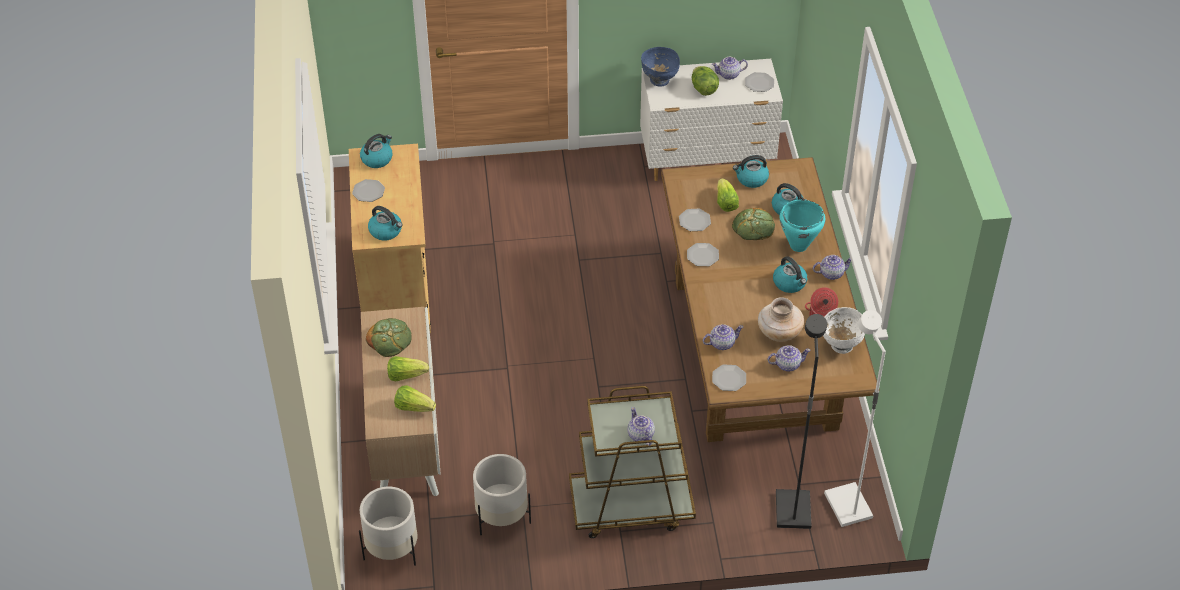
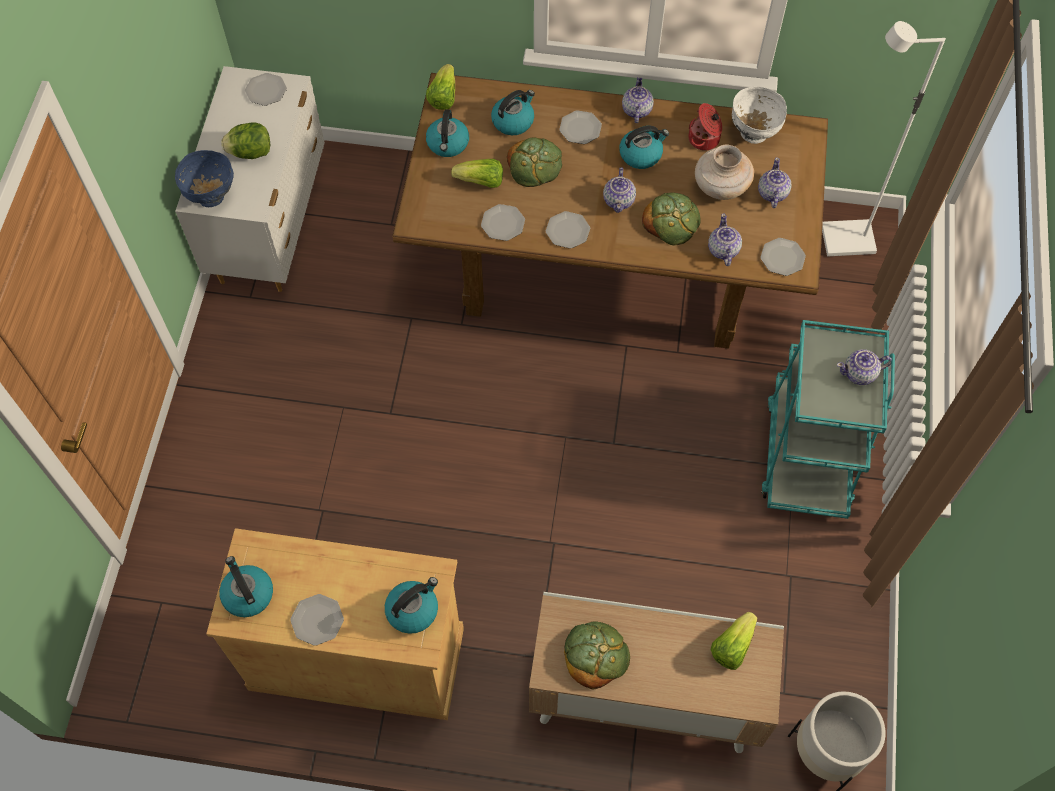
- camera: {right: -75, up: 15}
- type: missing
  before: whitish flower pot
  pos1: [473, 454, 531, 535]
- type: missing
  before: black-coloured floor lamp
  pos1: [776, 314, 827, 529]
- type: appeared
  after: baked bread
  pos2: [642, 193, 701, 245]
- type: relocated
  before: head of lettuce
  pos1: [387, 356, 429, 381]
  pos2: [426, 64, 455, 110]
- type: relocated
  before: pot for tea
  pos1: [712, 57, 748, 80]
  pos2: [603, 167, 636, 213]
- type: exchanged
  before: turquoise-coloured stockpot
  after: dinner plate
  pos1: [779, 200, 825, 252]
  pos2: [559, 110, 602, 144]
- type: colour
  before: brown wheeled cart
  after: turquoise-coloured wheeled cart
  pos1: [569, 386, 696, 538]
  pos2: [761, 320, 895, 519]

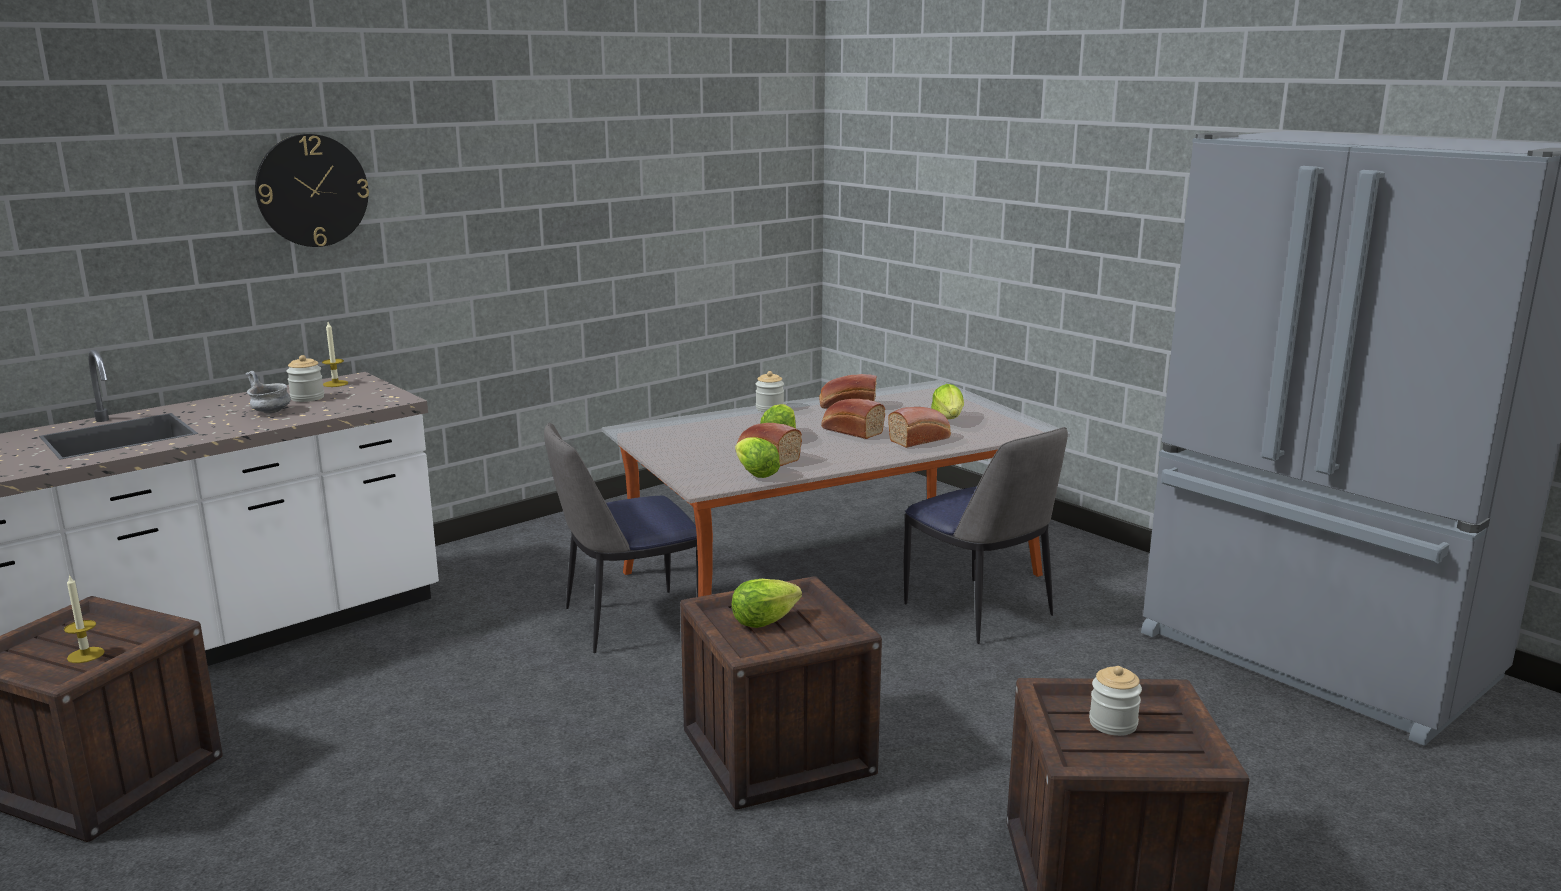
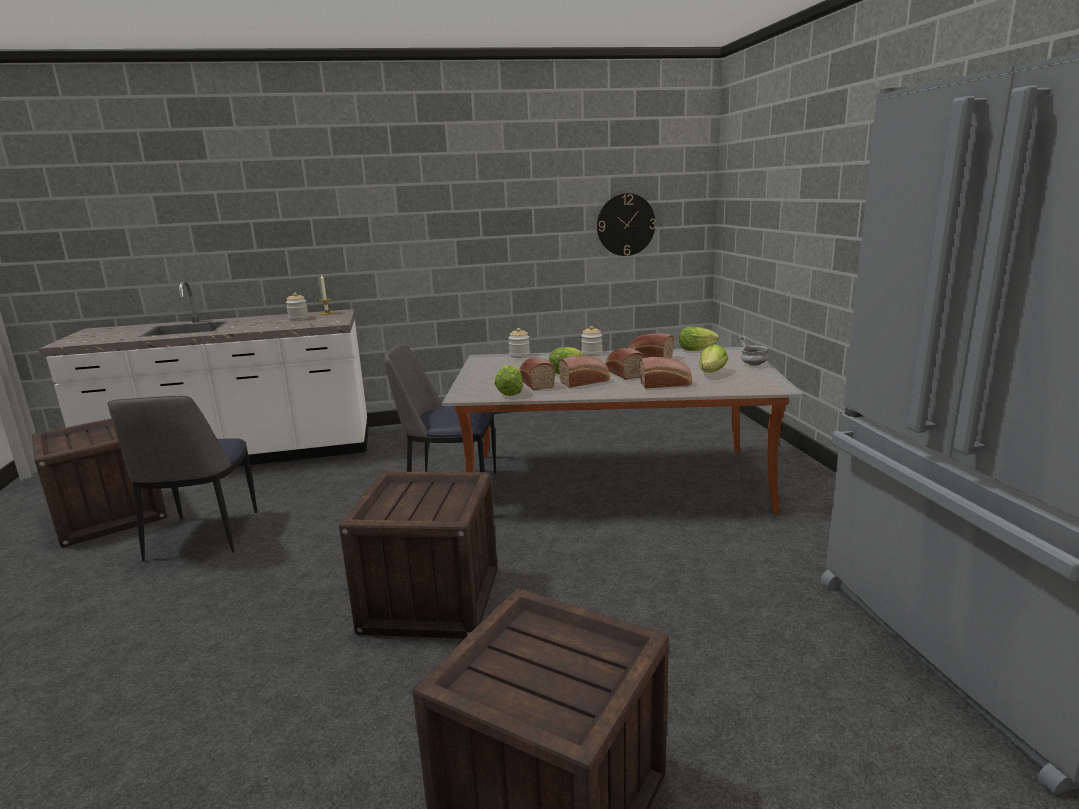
- camera: {right: 30, up: 0}
- type: missing
  before: candle
  pos1: [64, 574, 105, 663]
- type: appeared
  after: baked bread
  pos2: [558, 356, 610, 388]
- type: relocated
  before: grey serving bowl
  pos1: [245, 371, 291, 414]
  pos2: [738, 336, 768, 366]
- type: relocated
  before: hanging clock
  pos1: [255, 134, 369, 247]
  pos2: [597, 193, 656, 256]
- type: relocated
  before: head of lettuce
  pos1: [732, 579, 802, 628]
  pos2: [679, 327, 719, 351]
- type: relocated
  before: upright chair
  pos1: [904, 427, 1068, 644]
  pos2: [108, 395, 257, 561]
- type: relocated
  before: preserve jar
  pos1: [1089, 666, 1142, 736]
  pos2: [509, 328, 530, 358]

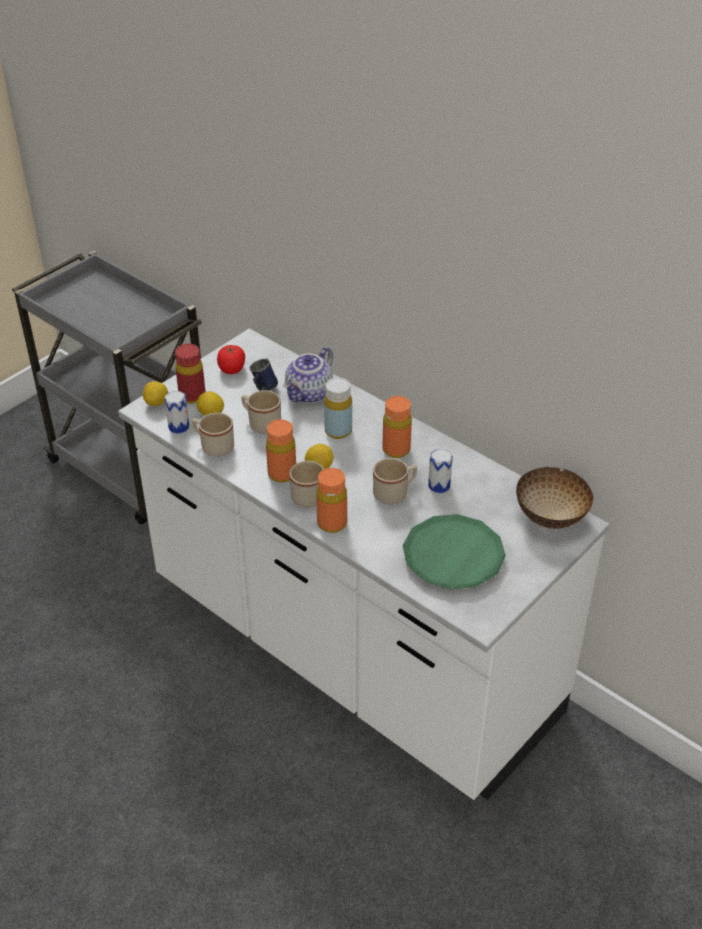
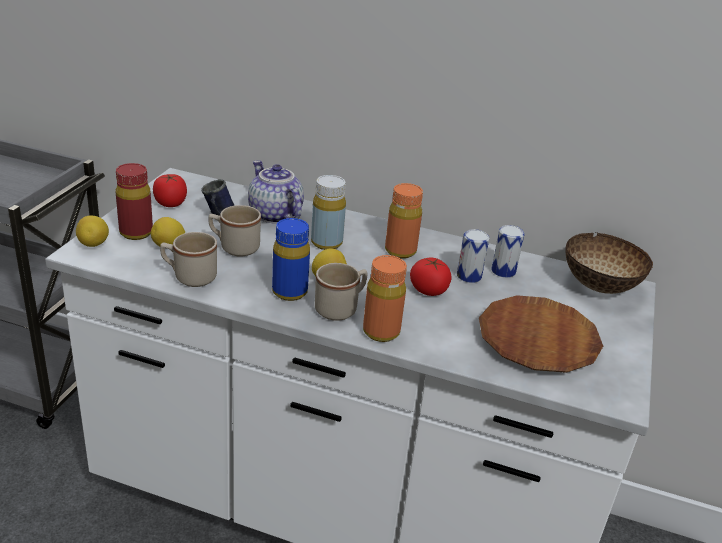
- camera: {right: -25, up: -10}
- type: relocated
  before: can
  pos1: [165, 391, 189, 434]
  pos2: [491, 225, 525, 278]
- type: exchanged
  before: beige mug
  after: whole tomato
  pos1: [373, 458, 417, 505]
  pos2: [410, 257, 451, 296]
- type: colour
  before: orangey bottle
  after: blue-coloured bottle
  pos1: [266, 419, 296, 483]
  pos2: [272, 218, 310, 301]
- type: colour
  before: greenish dinner plate
  after: brown dinner plate
  pos1: [403, 514, 506, 589]
  pos2: [479, 295, 603, 373]
- type: spun
  before: pot for tea
  pos1: [283, 347, 333, 403]
  pos2: [248, 160, 304, 224]
  turn: 135

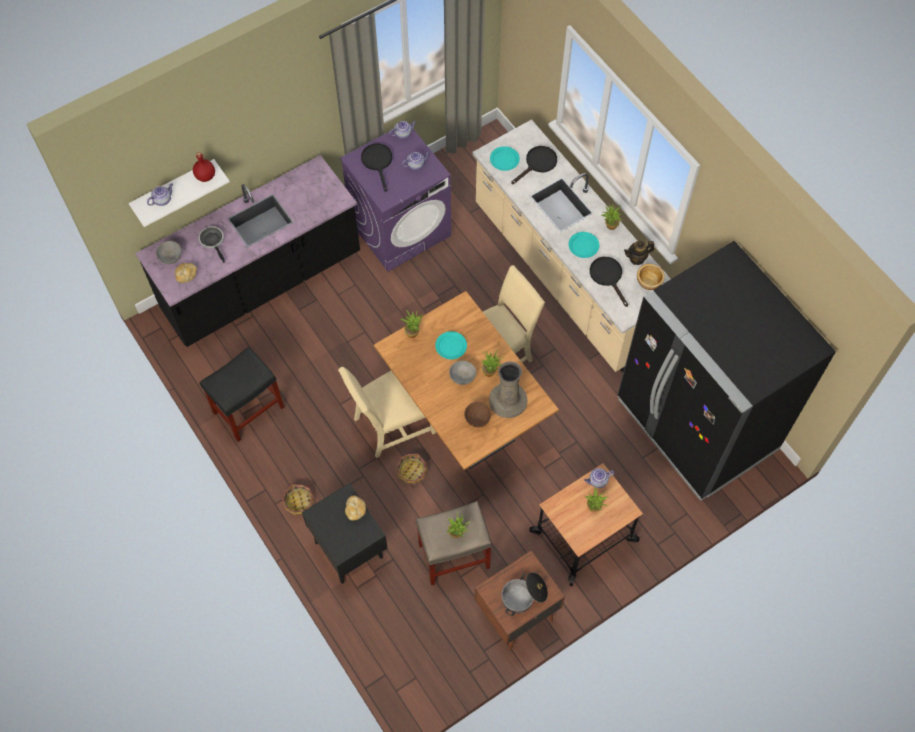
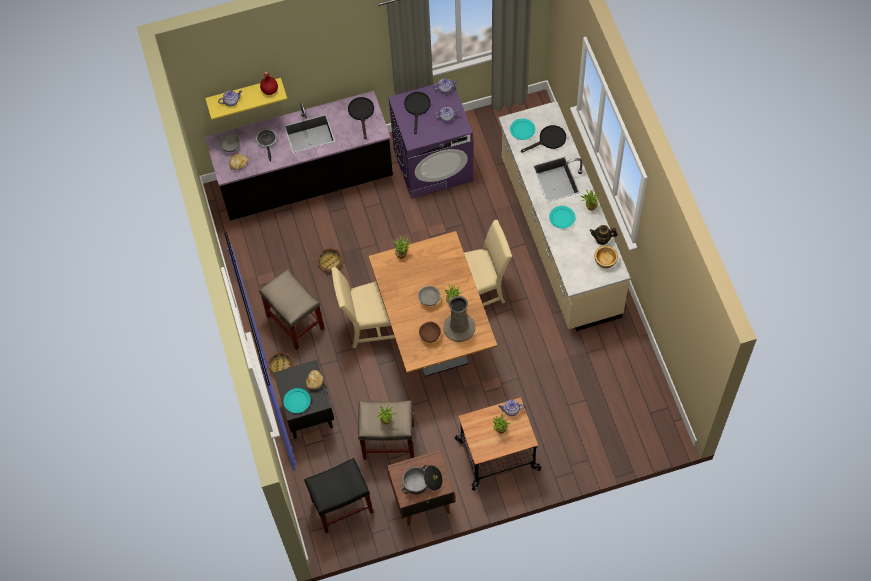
- camera: {right: 20, up: 0}
- type: missing
  before: black-coloured refrigerator
  pos1: [617, 241, 836, 501]
- type: appeared
  after: beige stool seat
  pos2: [259, 269, 325, 350]
- type: relocated
  before: black-coloured stool seat
  pos1: [199, 347, 284, 442]
  pos2: [304, 458, 373, 533]
- type: relocated
  before: basket
  pos1: [396, 454, 428, 488]
  pos2: [317, 248, 342, 275]
- type: relocated
  before: turquoise-coloured dinner plate
  pos1: [435, 331, 467, 359]
  pos2: [284, 388, 311, 413]
- type: relocated
  before: black-coloured frying pan
  pos1: [590, 257, 628, 307]
  pos2: [348, 97, 374, 139]
- type: colour
  before: whitish bracket shelf
  after: yellowish bracket shelf
  pos1: [129, 159, 230, 227]
  pos2: [205, 78, 287, 120]

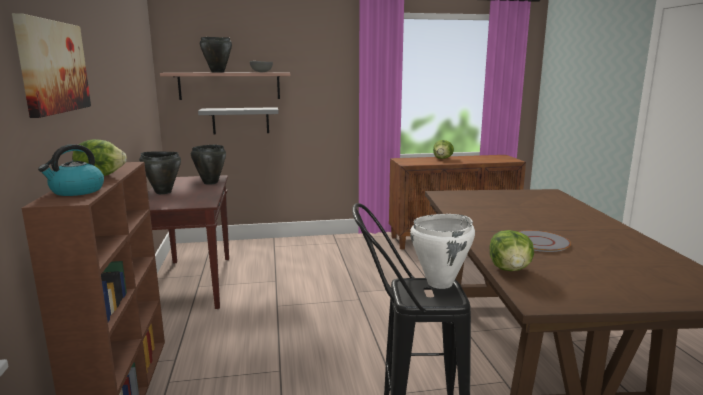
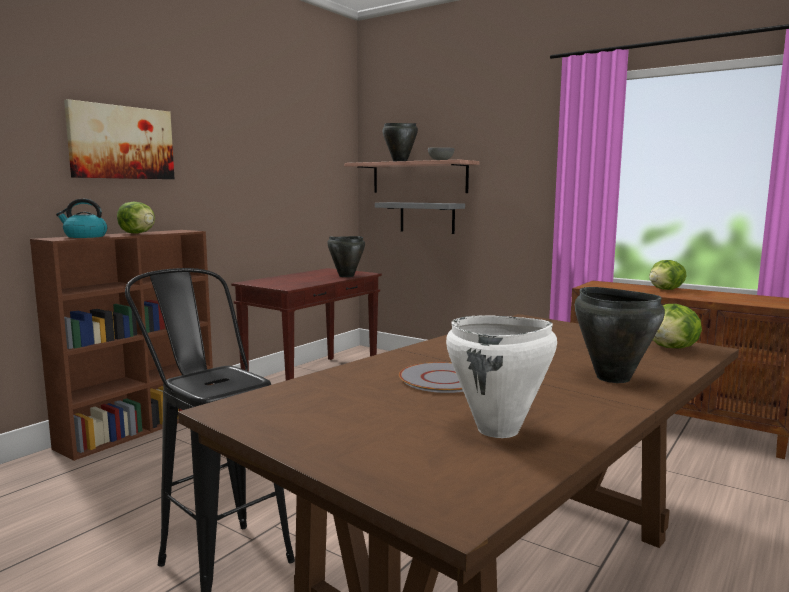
- camera: {right: 45, up: -5}
- type: relocated
  before: black-coloured stockpot
  pos1: [139, 152, 181, 194]
  pos2: [575, 287, 665, 383]
- type: relocated
  before: whitish stockpot
  pos1: [410, 214, 475, 289]
  pos2: [446, 315, 557, 438]
- type: relocated
  before: head of lettuce
  pos1: [489, 230, 534, 271]
  pos2: [653, 304, 702, 348]

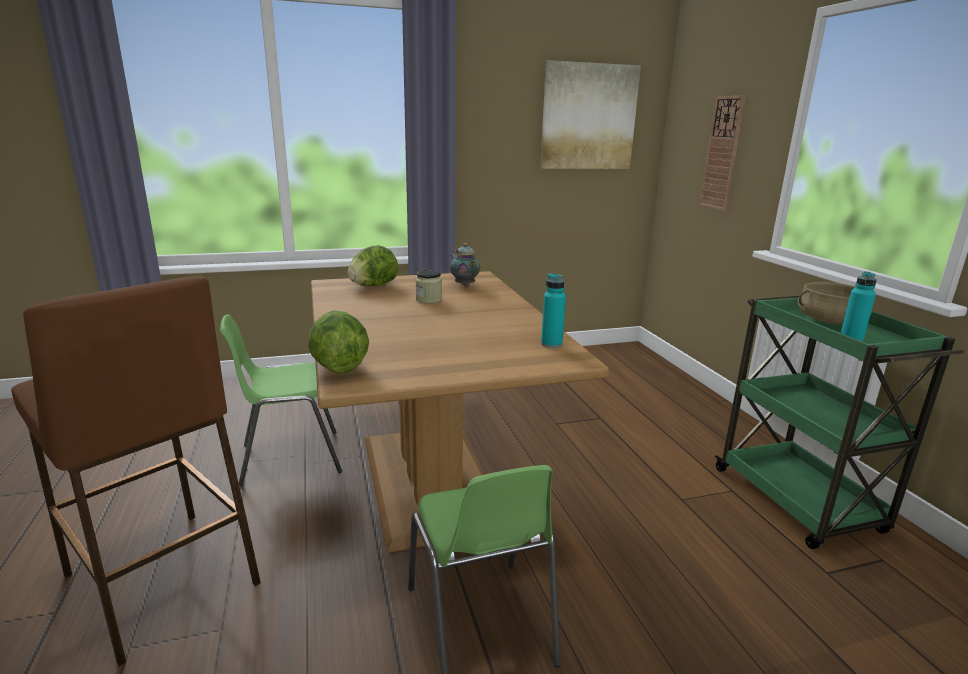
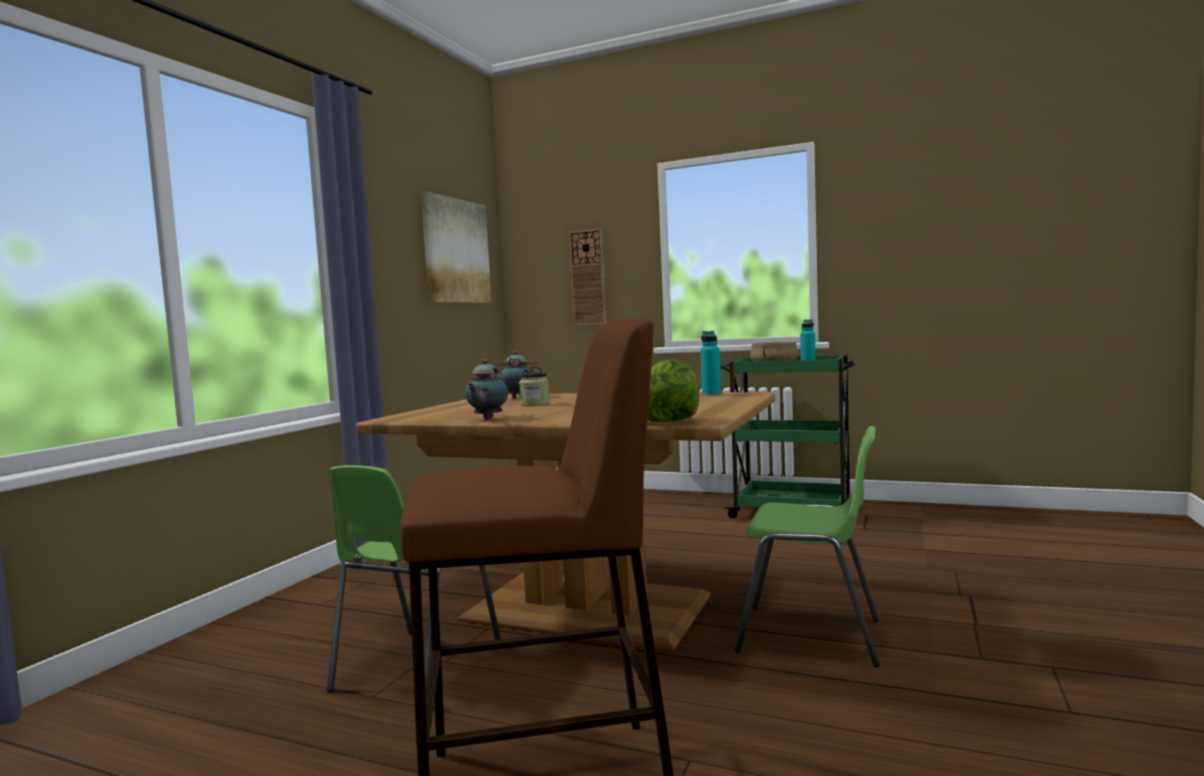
- camera: {right: -50, up: -15}
- type: missing
  before: head of lettuce
  pos1: [348, 245, 399, 286]
- type: appeared
  after: pot for tea
  pos2: [465, 359, 508, 419]

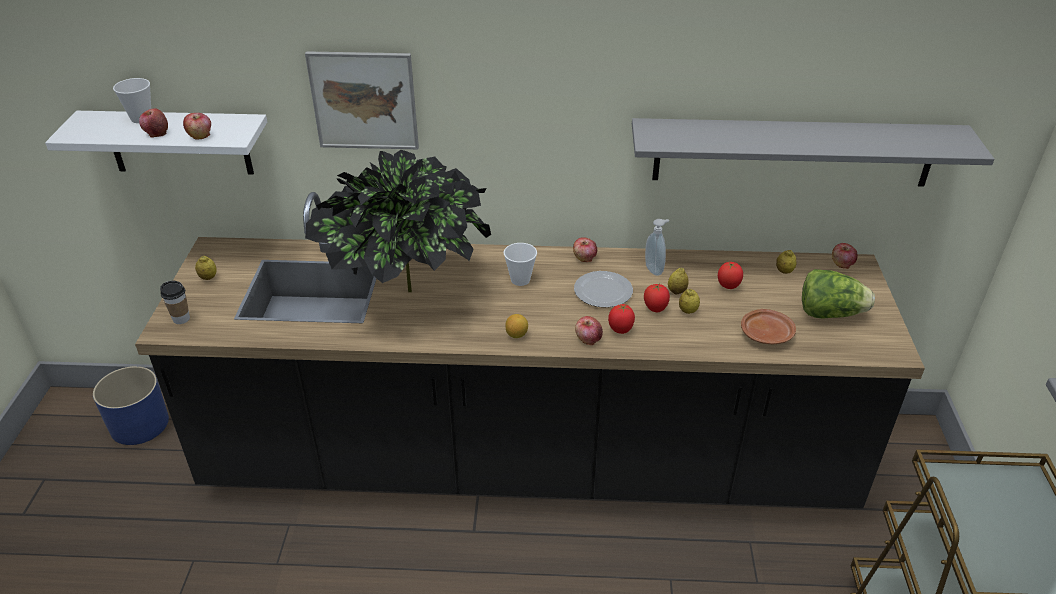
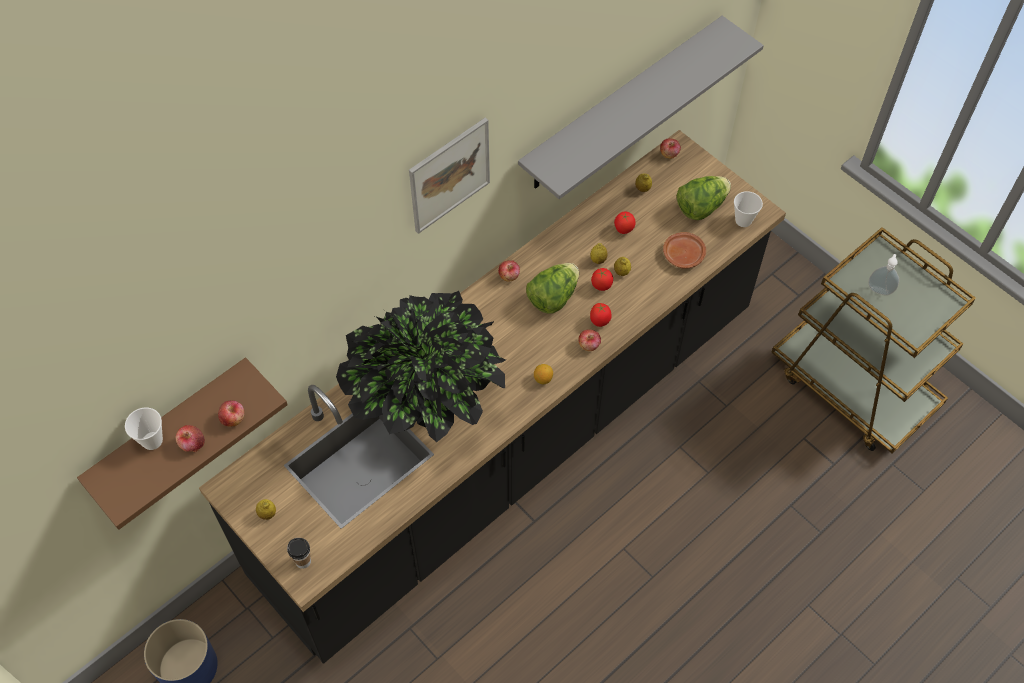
- camera: {right: -45, up: 20}
- type: relocated
  before: picture
  pos1: [305, 51, 419, 149]
  pos2: [409, 118, 490, 234]
- type: relocated
  before: drinking cup
  pos1: [504, 243, 537, 286]
  pos2: [734, 191, 763, 227]
- type: relocated
  before: soap dispenser
  pos1: [645, 219, 669, 276]
  pos2: [868, 254, 899, 295]
- type: exchanged
  before: dinner plate
  after: head of lettuce
  pos1: [574, 271, 633, 308]
  pos2: [526, 263, 579, 314]
- type: colour
  before: whitish bracket shelf
  after: brown bracket shelf
  pos1: [45, 111, 267, 174]
  pos2: [77, 357, 288, 530]

